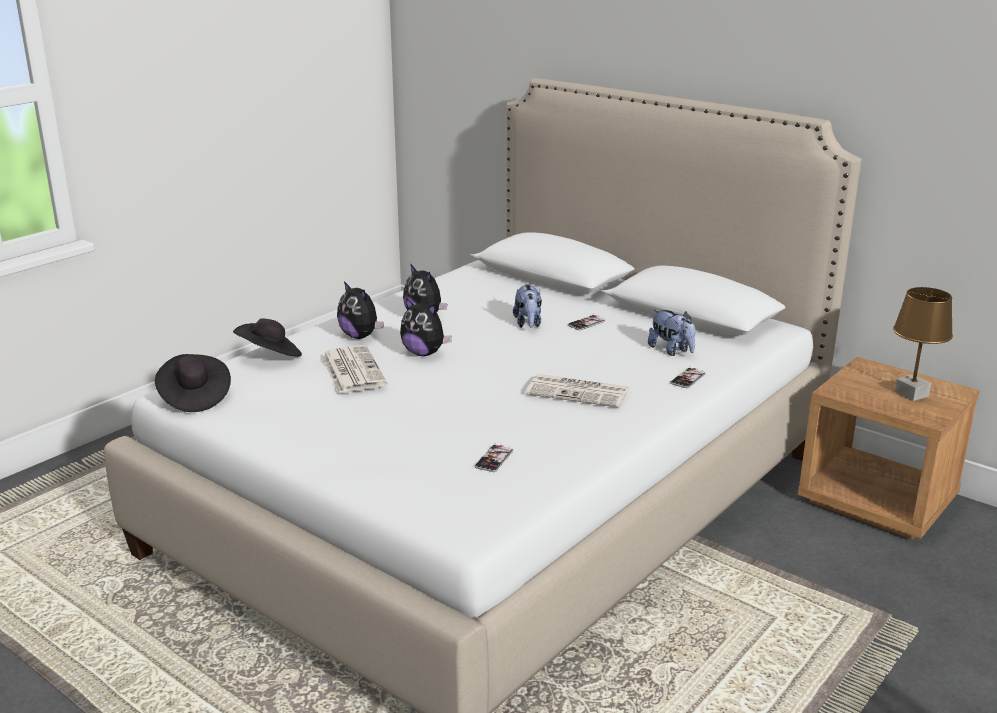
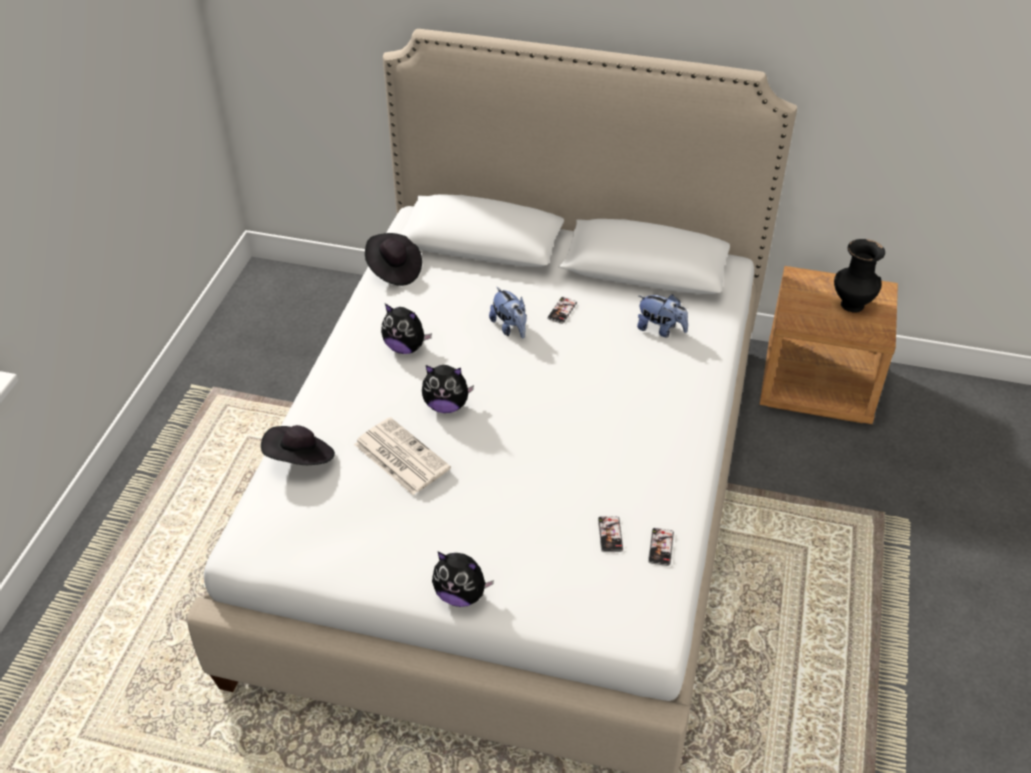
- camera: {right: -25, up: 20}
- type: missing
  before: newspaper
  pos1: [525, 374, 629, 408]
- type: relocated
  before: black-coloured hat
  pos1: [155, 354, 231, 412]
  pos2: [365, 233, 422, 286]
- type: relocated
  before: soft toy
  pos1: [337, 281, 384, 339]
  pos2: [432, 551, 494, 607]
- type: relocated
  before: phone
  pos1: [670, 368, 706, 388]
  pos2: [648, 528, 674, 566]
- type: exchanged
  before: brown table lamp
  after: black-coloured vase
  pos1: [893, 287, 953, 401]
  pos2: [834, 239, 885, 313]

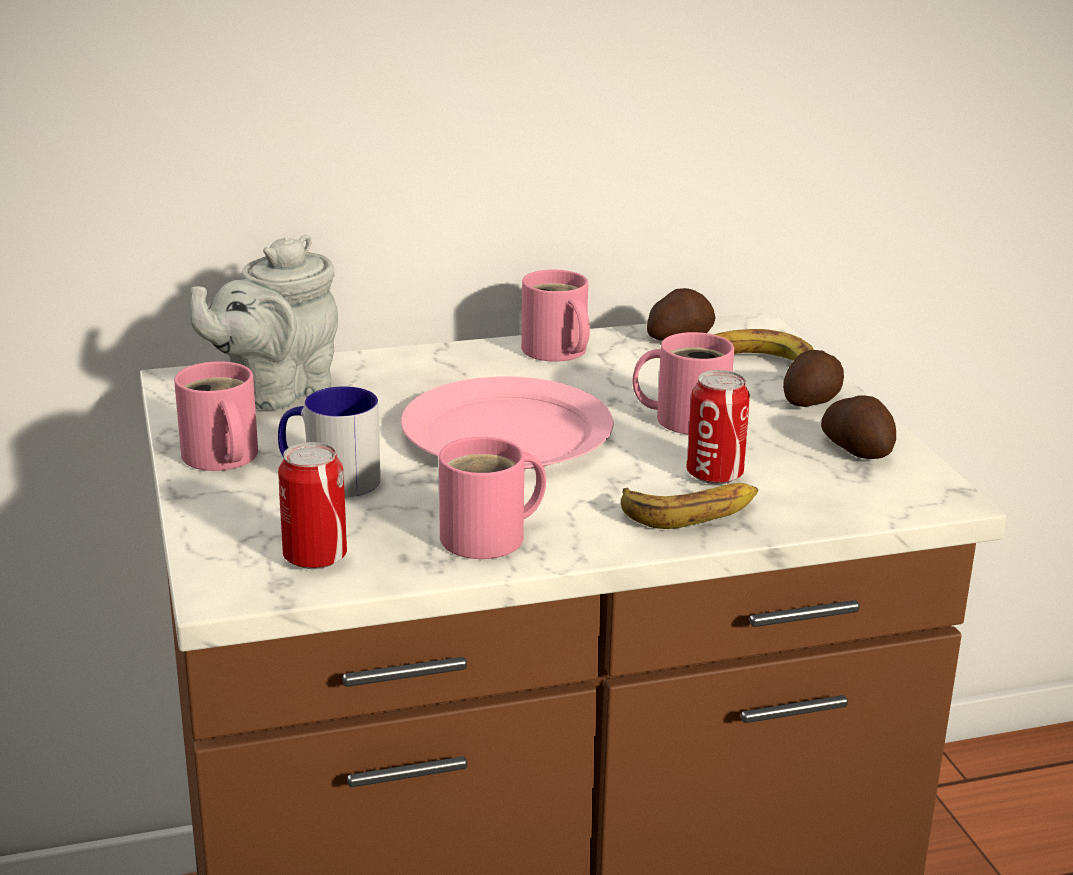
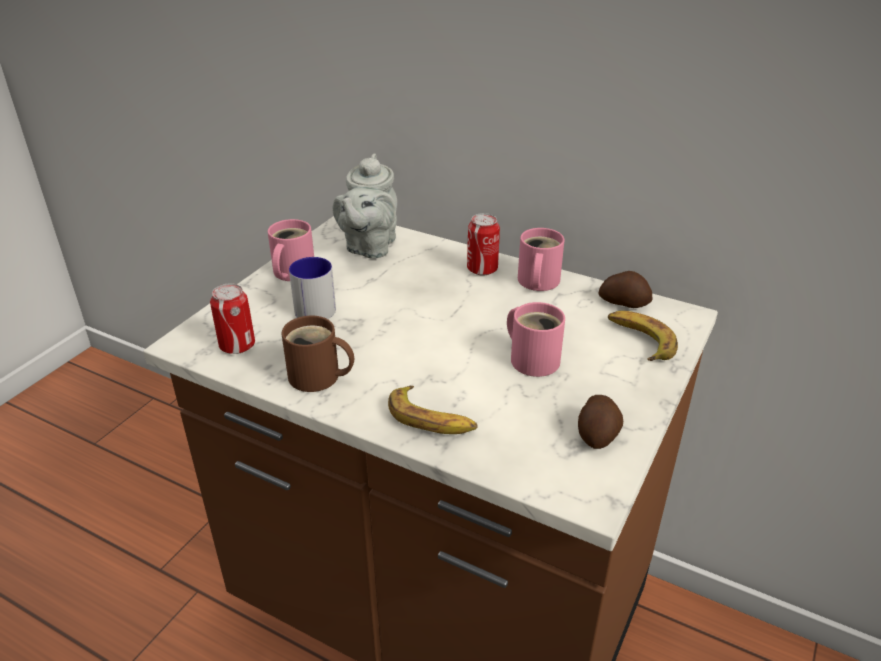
- camera: {right: 45, up: 10}
- type: missing
  before: pink dinner plate
  pos1: [401, 377, 613, 469]
- type: missing
  before: potato
  pos1: [783, 350, 844, 407]
- type: relocated
  before: can
  pos1: [686, 370, 750, 484]
  pos2: [467, 213, 500, 276]
- type: colour
  before: pink mug
  after: brown mug
  pos1: [439, 437, 546, 559]
  pos2: [282, 316, 354, 392]
- type: spun
  before: grey pot for tea
  pos1: [190, 234, 338, 410]
  pos2: [333, 153, 397, 259]
  turn: -75

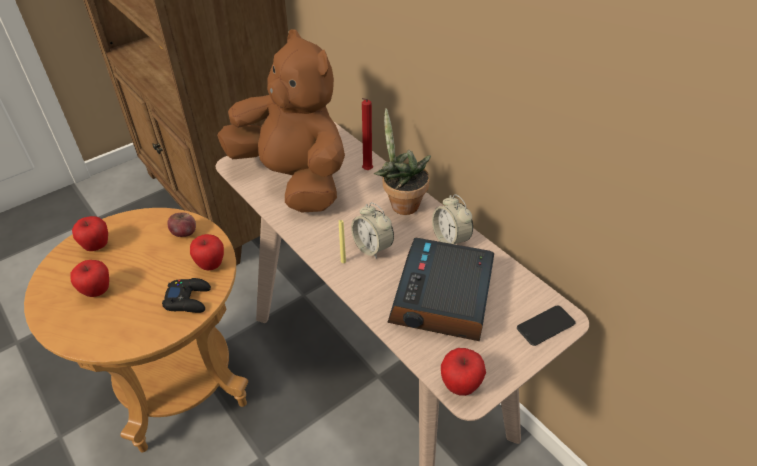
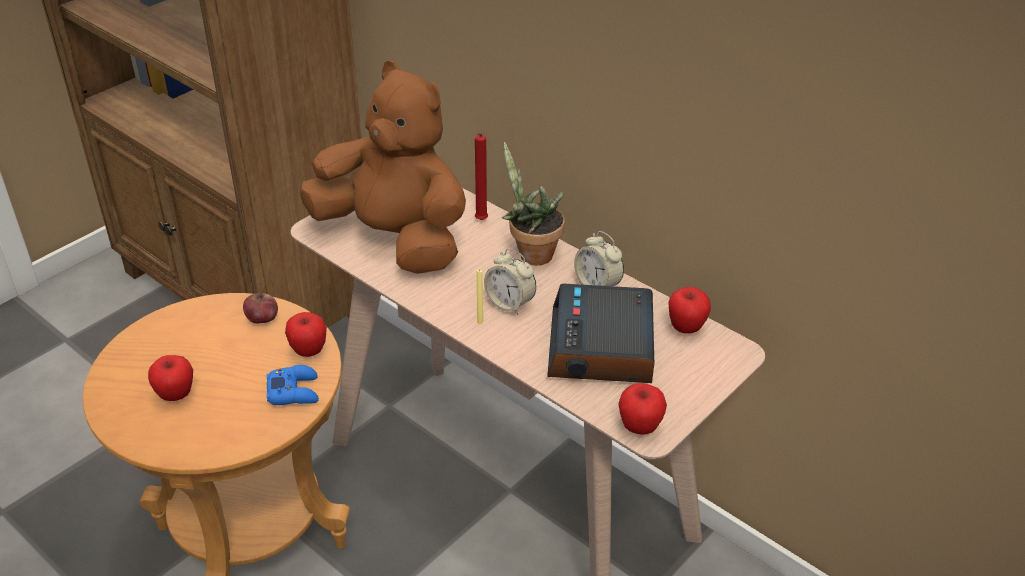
- camera: {right: -10, up: -5}
- type: missing
  before: phone
  pos1: [517, 305, 575, 346]
- type: relocated
  before: apple
  pos1: [72, 216, 108, 251]
  pos2: [668, 287, 711, 334]
- type: colour
  before: black-coloured joypad
  after: blue-coloured joypad
  pos1: [162, 278, 211, 313]
  pos2: [267, 365, 319, 405]

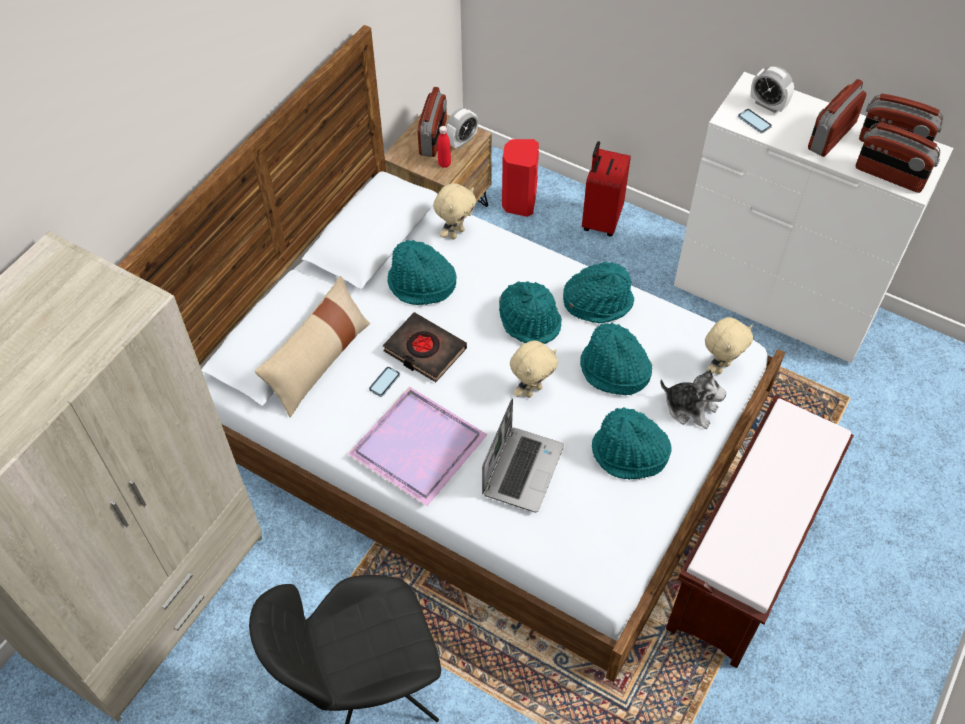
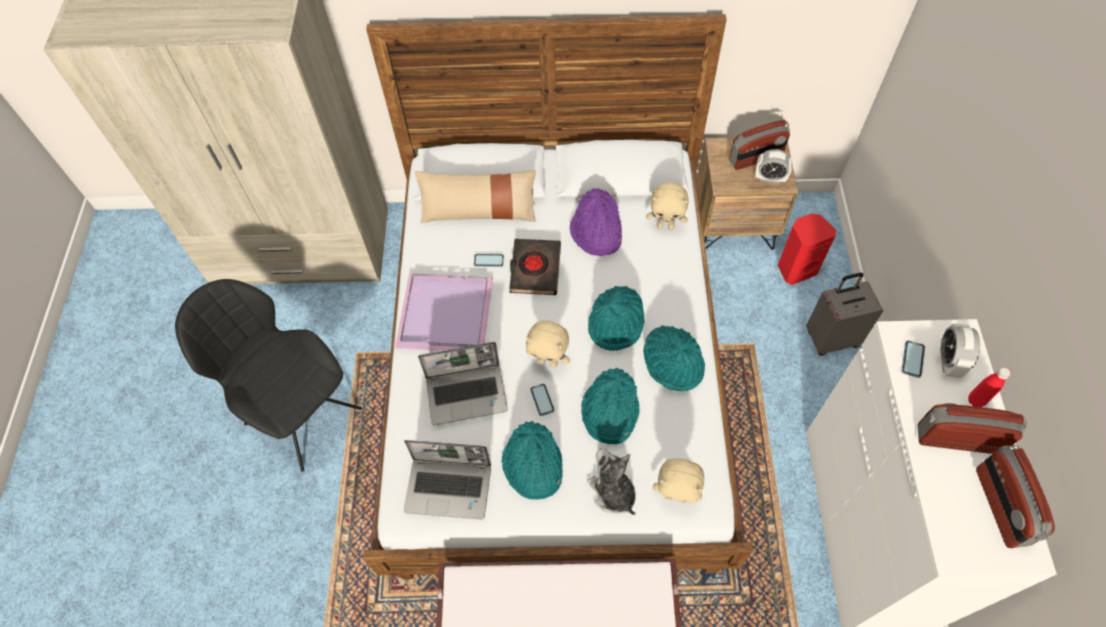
- camera: {right: 60, up: 5}
- type: missing
  before: radio
  pos1: [856, 122, 940, 193]
- type: appeared
  after: portable computer
  pos2: [404, 440, 491, 519]
- type: appeared
  after: phone
  pos2: [530, 384, 555, 416]
- type: relocated
  before: red-coloured bottle
  pos1: [437, 126, 451, 168]
  pos2: [968, 367, 1011, 407]
- type: colour
  before: turquoise-coloured hat
  after: purplish hat
  pos1: [387, 240, 456, 305]
  pos2: [570, 188, 622, 256]
- type: colour
  before: red-coloured suitcase
  after: grey suitcase
  pos1: [582, 141, 631, 237]
  pos2: [806, 273, 883, 356]
- type: spun
  before: soft toy
  pos1: [660, 369, 726, 429]
  pos2: [587, 448, 636, 515]
  turn: 150

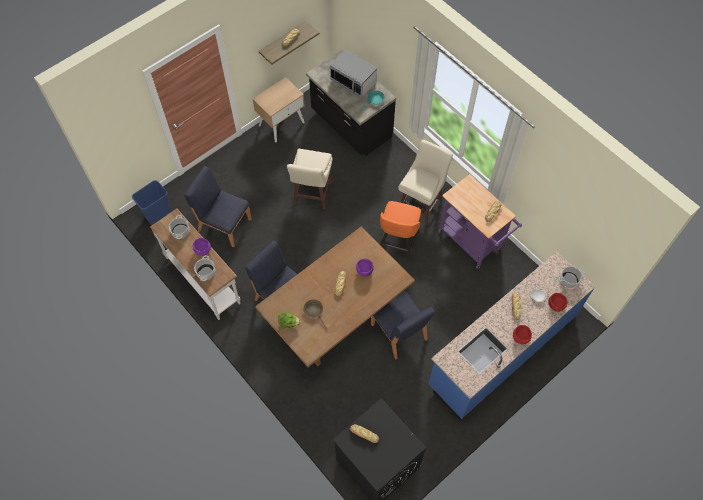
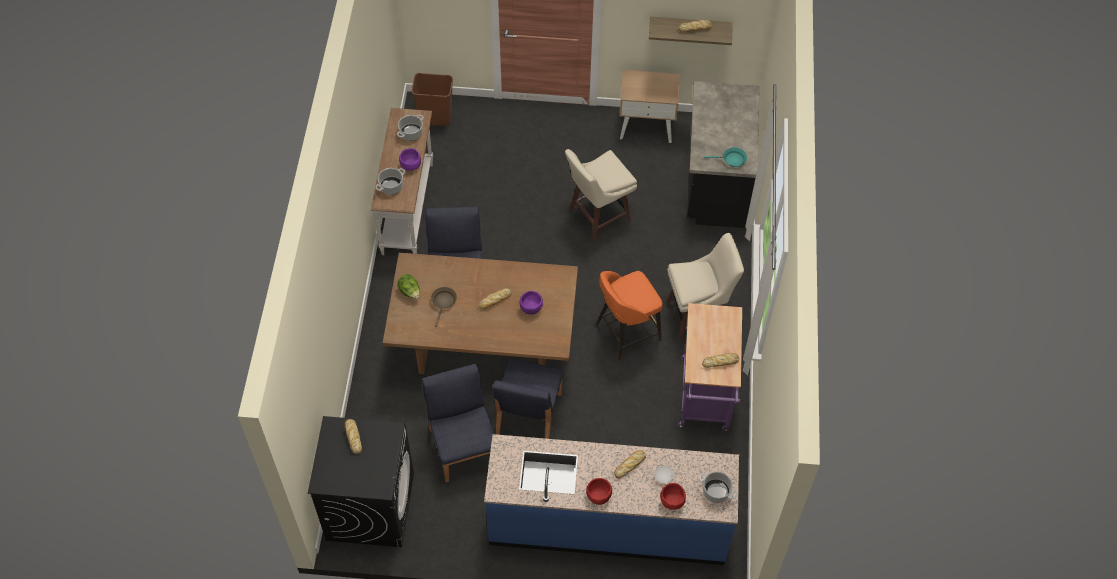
- camera: {right: 45, up: -5}
- type: missing
  before: microwave
  pos1: [330, 49, 377, 98]
- type: relocated
  before: blue-coloured upright chair
  pos1: [184, 166, 252, 247]
  pos2: [422, 364, 494, 482]
- type: colour
  before: blue-coloured trash can
  after: brown trash can
  pos1: [132, 180, 171, 225]
  pos2: [412, 73, 453, 126]

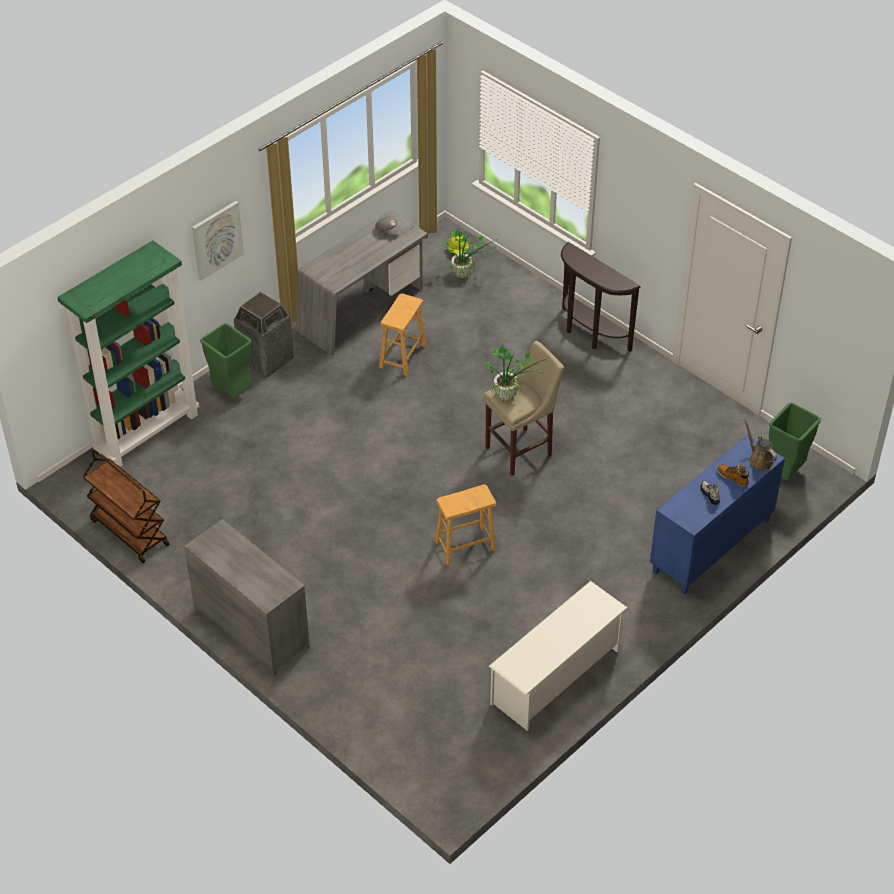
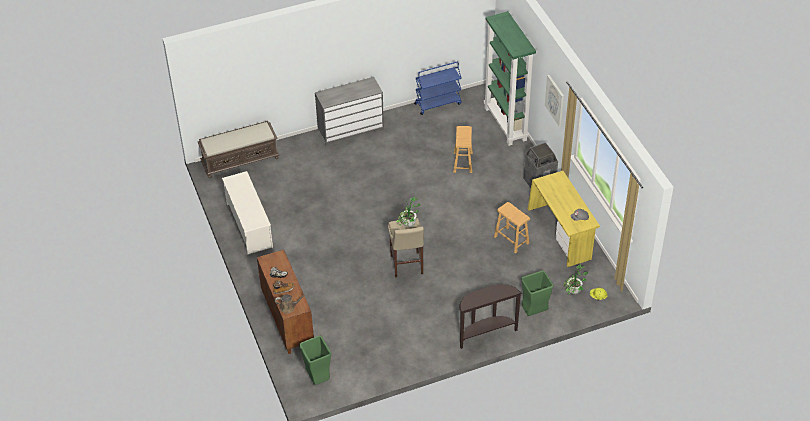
- camera: {right: 115, up: 0}
- type: appeared
  after: brown long seat
  pos2: [198, 121, 279, 178]
- type: relocated
  before: greenish trash can
  pos1: [200, 323, 251, 398]
  pos2: [521, 271, 553, 316]
- type: relocated
  before: brown stool seat
  pos1: [435, 484, 496, 565]
  pos2: [453, 126, 473, 173]
- type: colour
  before: brown wheeled cart
  after: blue-coloured wheeled cart
  pos1: [83, 450, 170, 563]
  pos2: [414, 62, 462, 115]
- type: colour
  before: grey desk
  after: yellowish desk
  pos1: [296, 210, 427, 356]
  pos2: [528, 171, 600, 267]
- type: colour
  before: blue-coloured cabinet
  after: brown cabinet
  pos1: [650, 434, 785, 595]
  pos2: [257, 250, 314, 354]

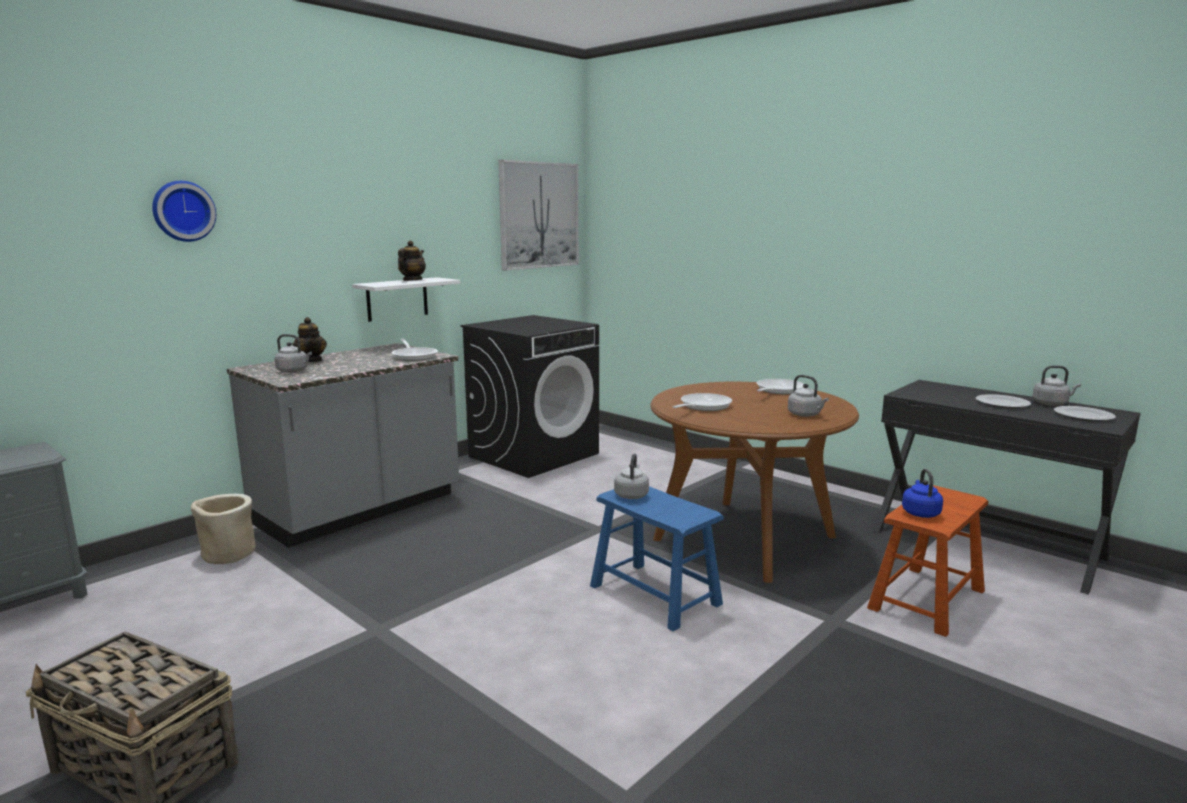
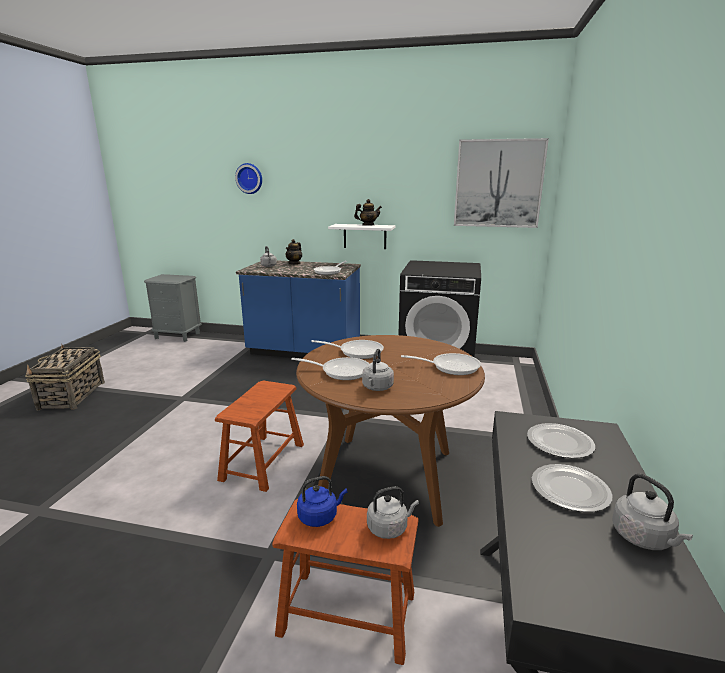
- camera: {right: 60, up: 5}
- type: missing
  before: beige flower pot
  pos1: [191, 494, 256, 564]
- type: appeared
  after: frying pan
  pos2: [291, 357, 369, 380]
- type: relocated
  before: grey kettle
  pos1: [614, 453, 649, 499]
  pos2: [367, 486, 419, 539]
- type: relocated
  before: dinner plate
  pos1: [1054, 406, 1116, 421]
  pos2: [527, 423, 595, 458]
- type: colour
  before: grey kitchen counter
  after: blue-coloured kitchen counter
  pos1: [227, 343, 459, 548]
  pos2: [236, 260, 361, 359]
- type: colour
  before: blue-coloured stool seat
  after: brown stool seat
  pos1: [590, 486, 724, 631]
  pos2: [215, 381, 304, 492]

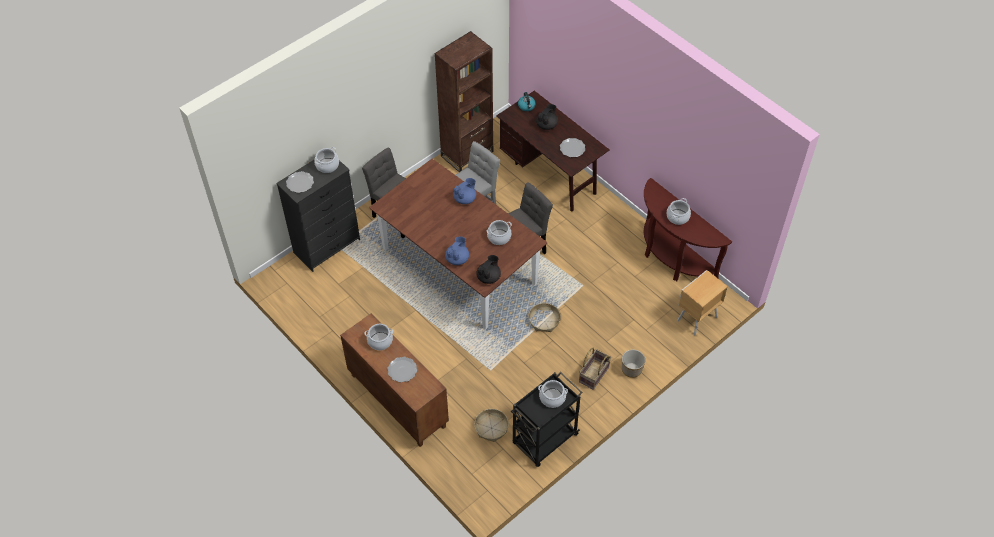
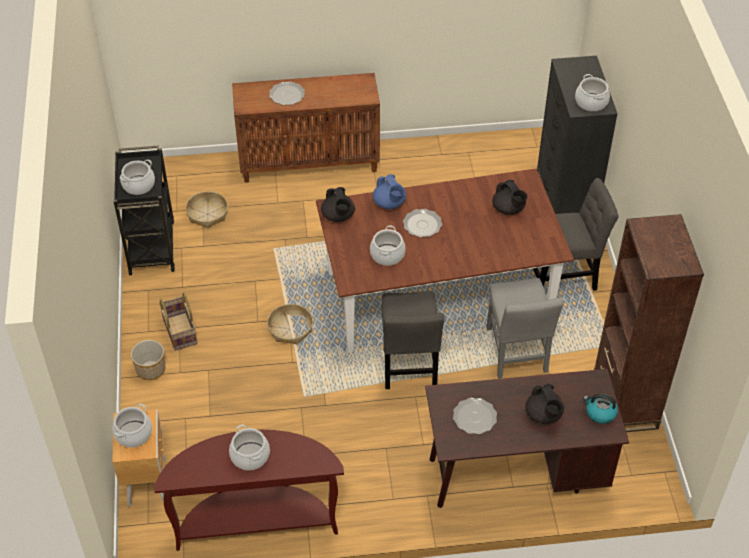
- camera: {right: 125, up: -5}
- type: missing
  before: blue-coloured pot for tea
  pos1: [453, 178, 476, 204]
- type: appeared
  after: black-coloured pot for tea
  pos2: [492, 180, 528, 215]
- type: relocated
  before: dinner plate
  pos1: [286, 171, 314, 193]
  pos2: [403, 209, 442, 237]
- type: relocated
  before: stockpot
  pos1: [365, 324, 393, 350]
  pos2: [112, 404, 152, 448]

